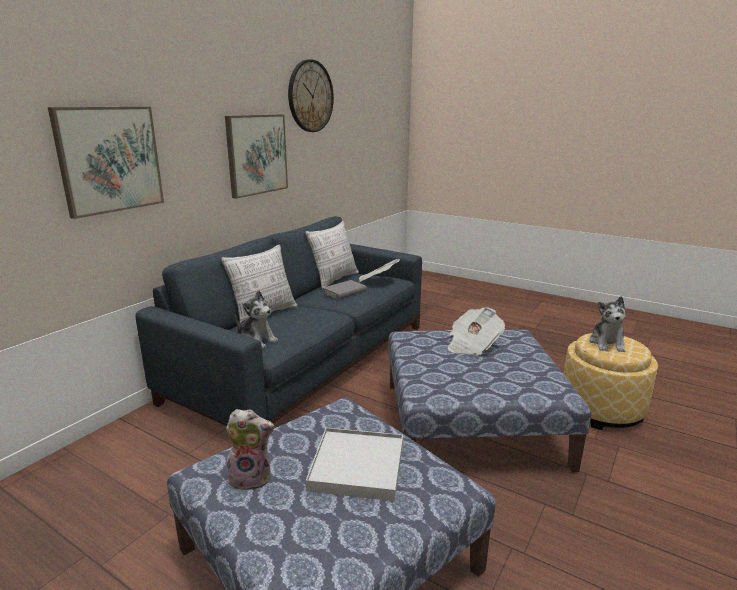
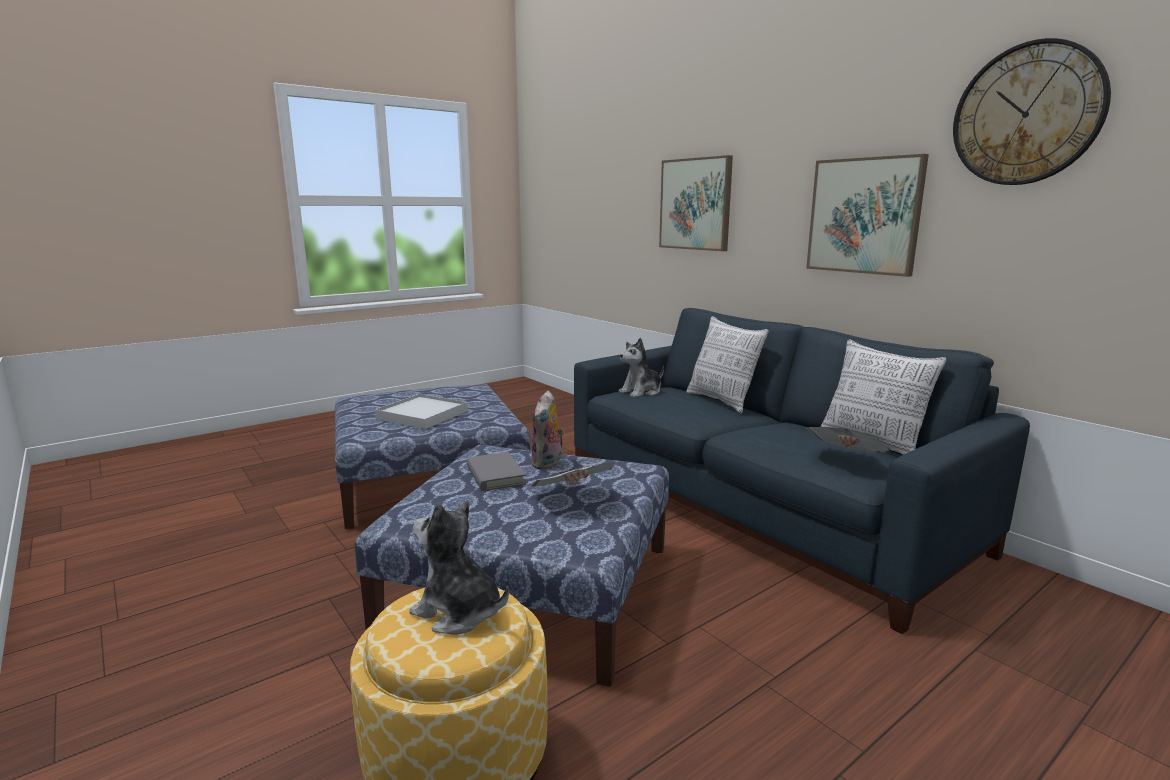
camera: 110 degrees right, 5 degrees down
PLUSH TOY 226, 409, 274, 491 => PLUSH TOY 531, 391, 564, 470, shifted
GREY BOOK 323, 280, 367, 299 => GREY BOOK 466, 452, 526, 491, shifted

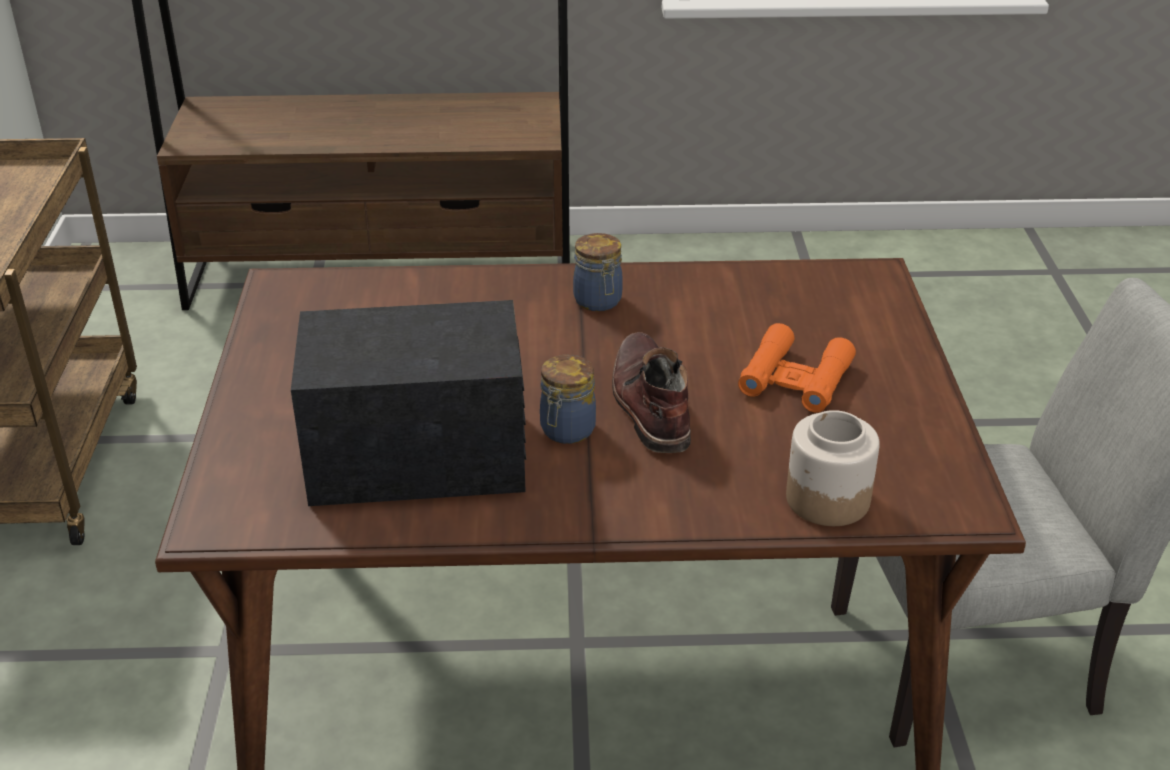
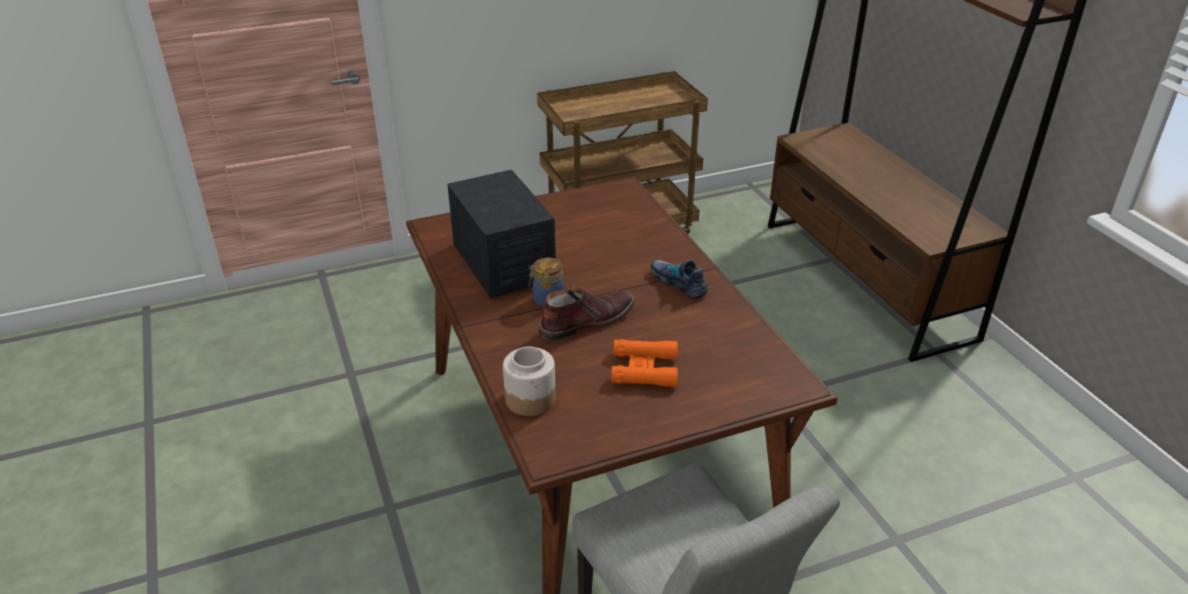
camera: 70 degrees right, 0 degrees up
JAR 573, 233, 623, 311 => SHOE 650, 260, 708, 299

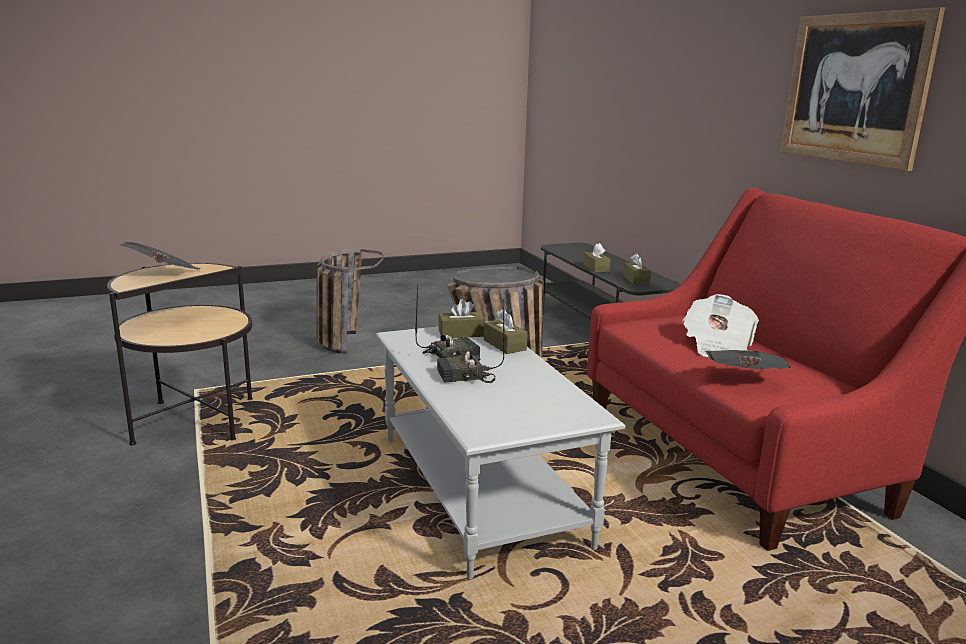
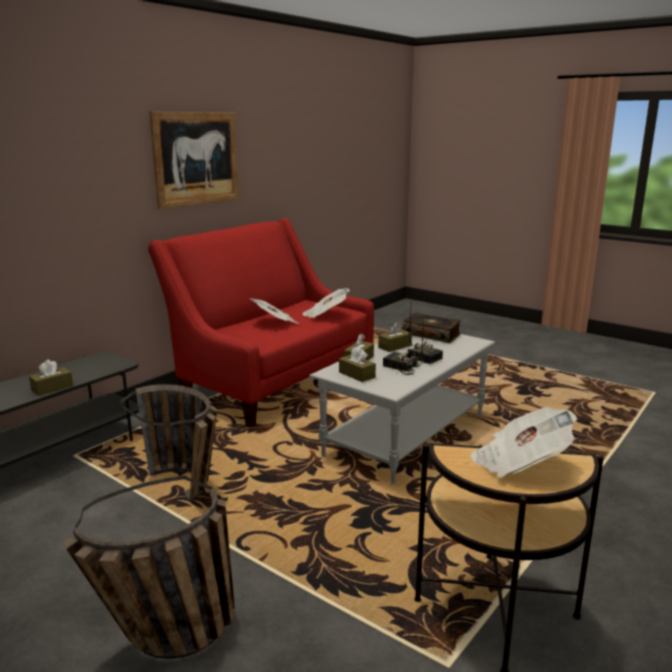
camera: 120 degrees left, 0 degrees up
BROWN TISSUE BOX 623, 253, 651, 284 => BROWN TISSUE BOX 378, 322, 412, 352, shifted
nothing => BOOK 402, 313, 461, 343

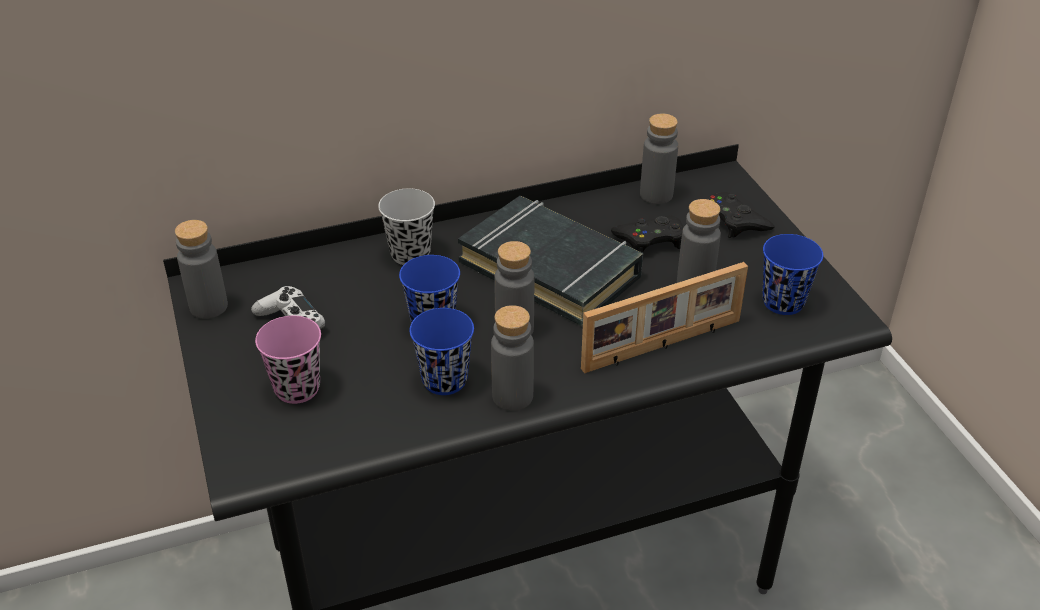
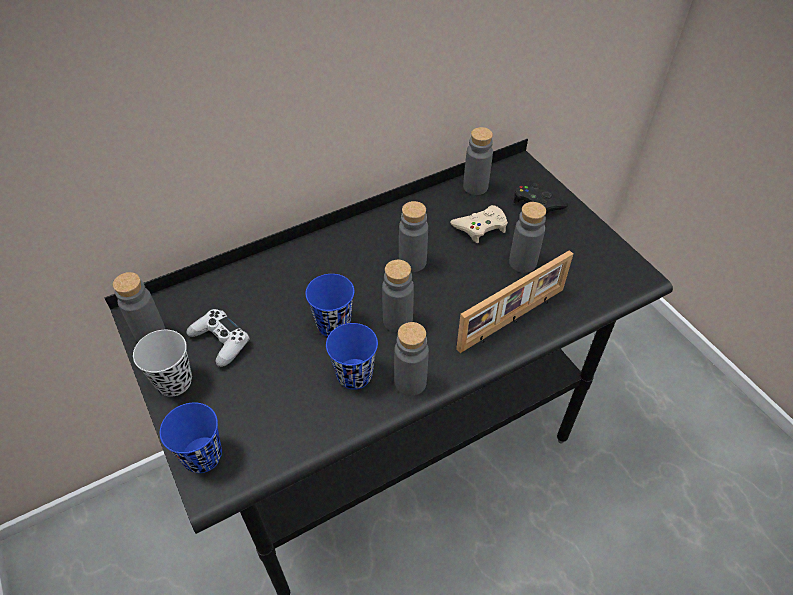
camera: 10 degrees left, 10 degrees up
PINK CUP 255, 316, 321, 404 => nothing
BLACK CUP 378, 188, 435, 265 => BLACK CUP 133, 330, 192, 397, shifted
BLACK BOOK 458, 196, 643, 327 => GREY BOTTLE 399, 201, 428, 272
BLACK GAME CONTROLLER 611, 216, 683, 253 => BEIGE GAME CONTROLLER 450, 205, 508, 243
BLUE CUP 762, 234, 823, 315 => BLUE CUP 160, 402, 222, 473, shifted

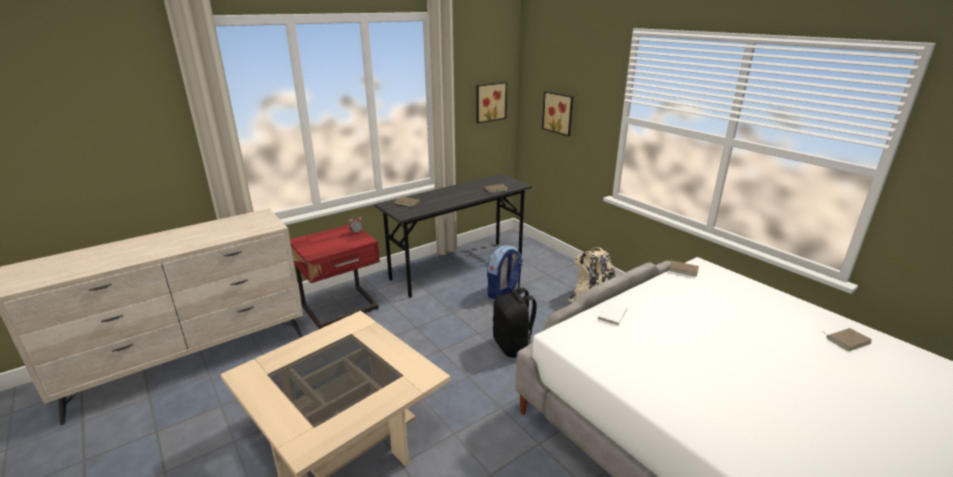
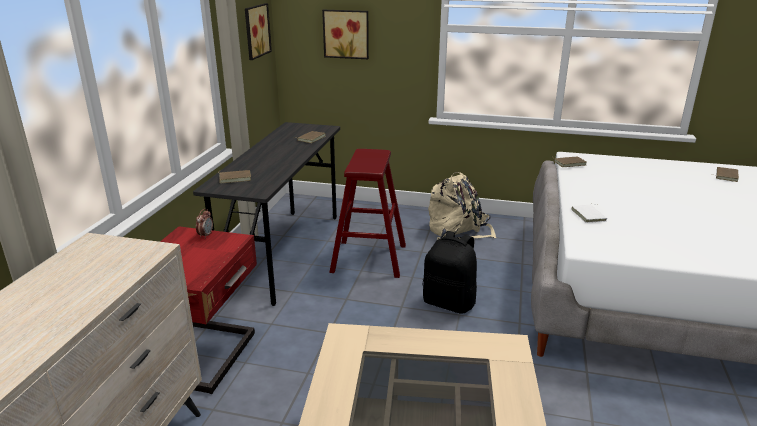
camera: 40 degrees left, 0 degrees up
BACKPACK 487, 245, 523, 299 => RED STOOL 329, 149, 406, 278

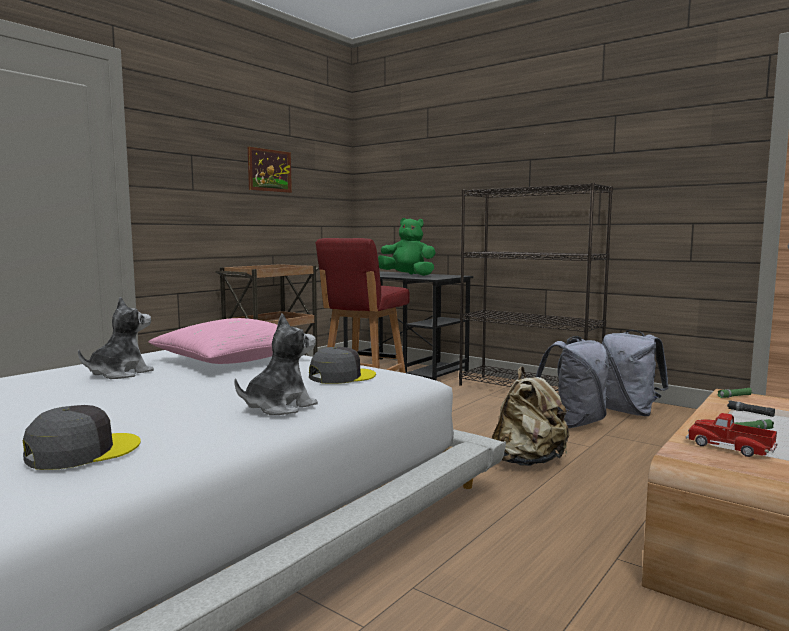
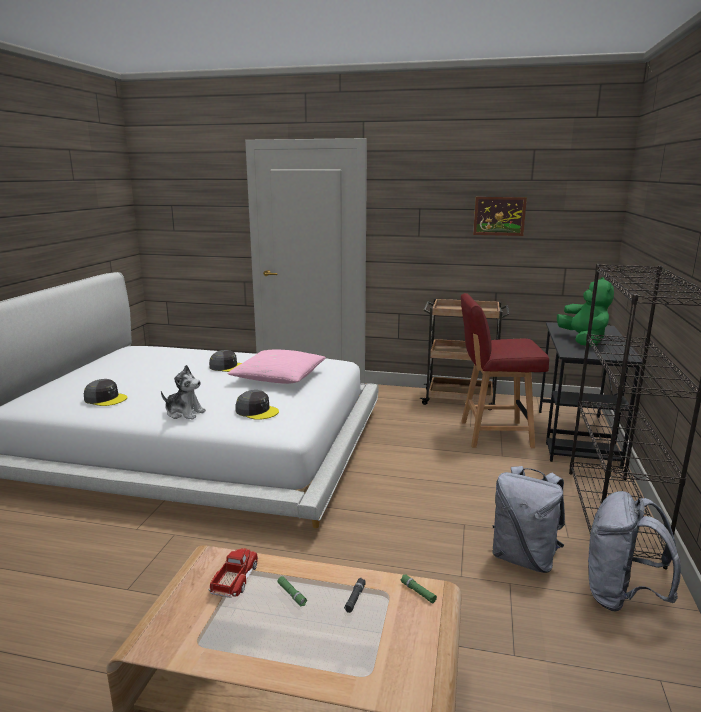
camera: 65 degrees right, 10 degrees up
PLUSH TOY 78, 297, 154, 379 => GREY CAP 209, 350, 242, 372
BEIGE BACKPACK 492, 367, 569, 466 => nothing

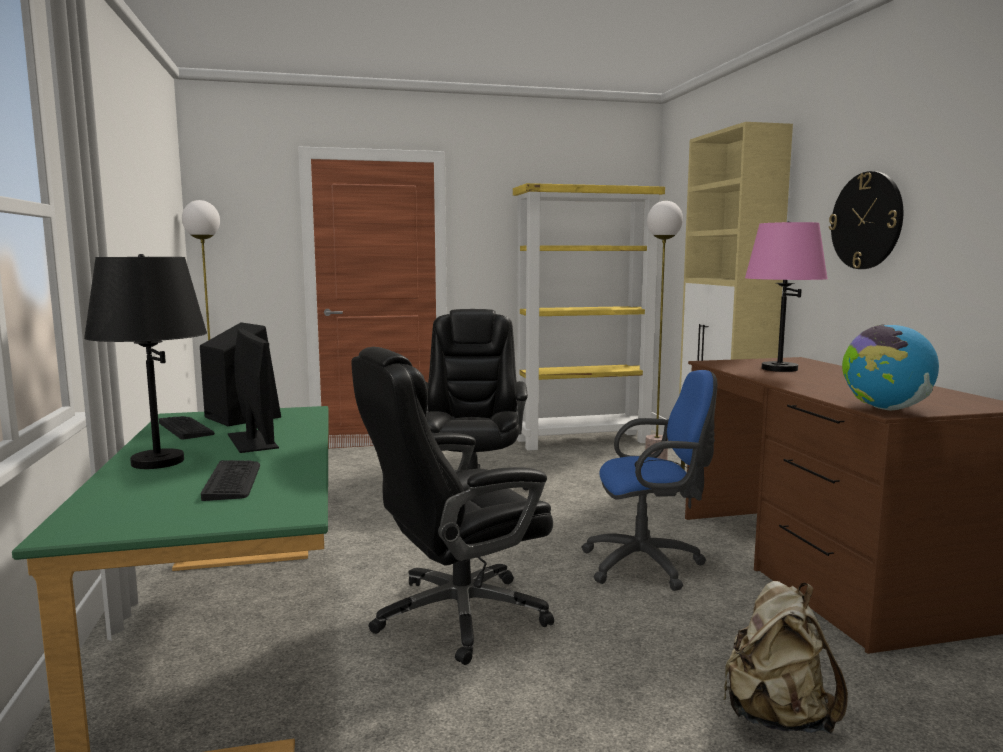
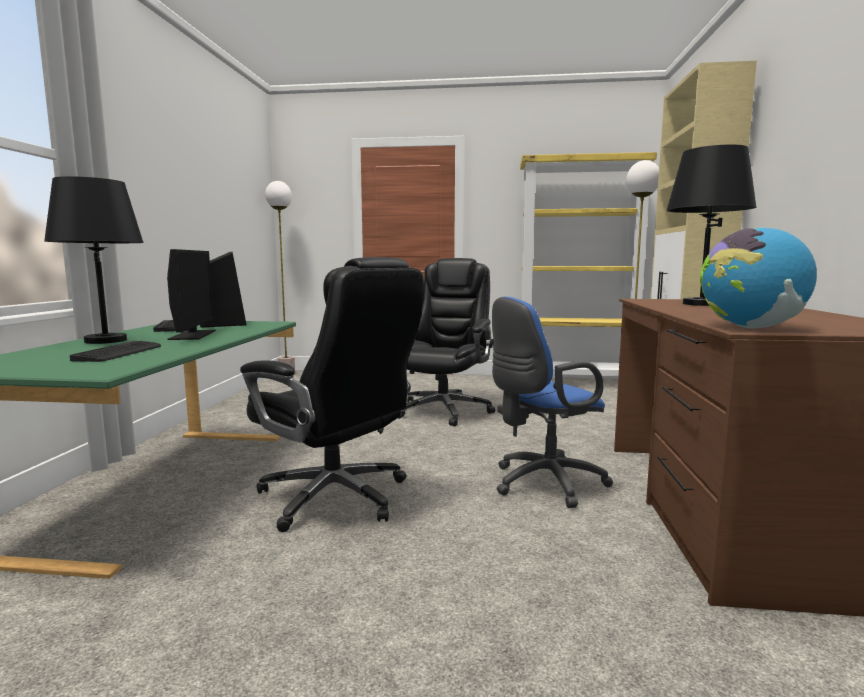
camera: 20 degrees right, 0 degrees up
BLACK OFFICE CHAIR 351, 347, 554, 665 => BLACK OFFICE CHAIR 240, 257, 424, 532, 135 degrees counterclockwise
BLUE OFFICE CHAIR 581, 370, 717, 591 => BLUE OFFICE CHAIR 492, 297, 613, 508, 135 degrees clockwise
BEIGE BACKPACK 723, 581, 848, 734 => nothing
PINK TABLE LAMP 745, 221, 828, 372 => BLACK TABLE LAMP 666, 144, 756, 306
WALL CLOCK 829, 171, 903, 269 => nothing

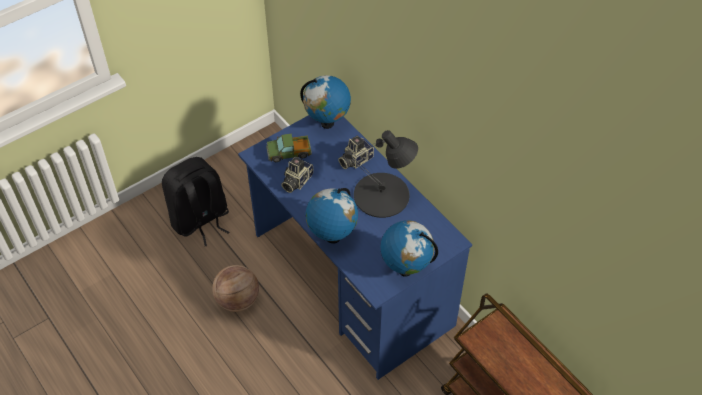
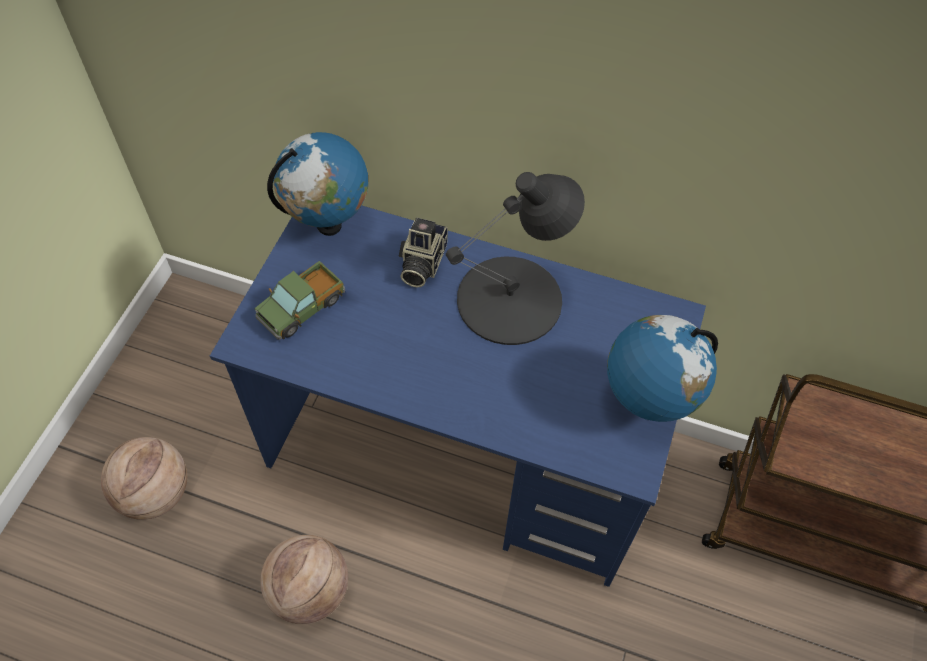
camera: 35 degrees left, 5 degrees up
BLACK BACKPACK 162, 157, 229, 246 => BASKETBALL 101, 437, 187, 520
PHOTO CAMERA 281, 156, 313, 193 => nothing
GLOBE 305, 188, 358, 244 => nothing

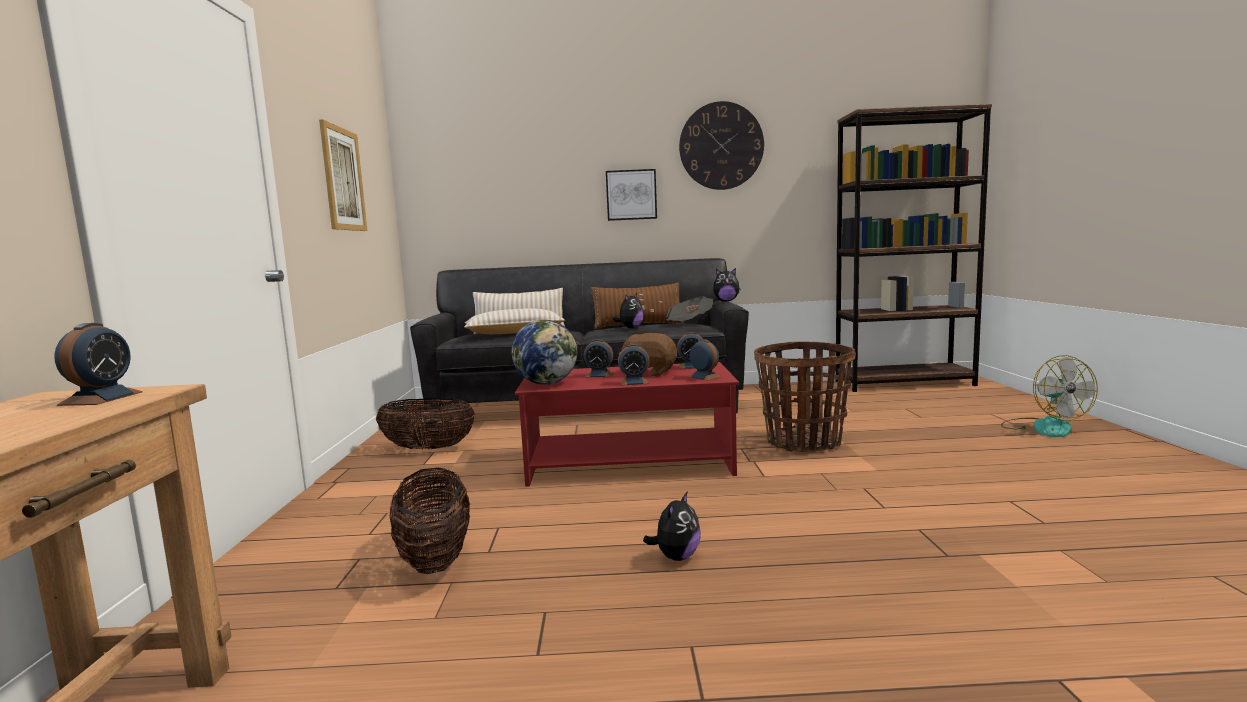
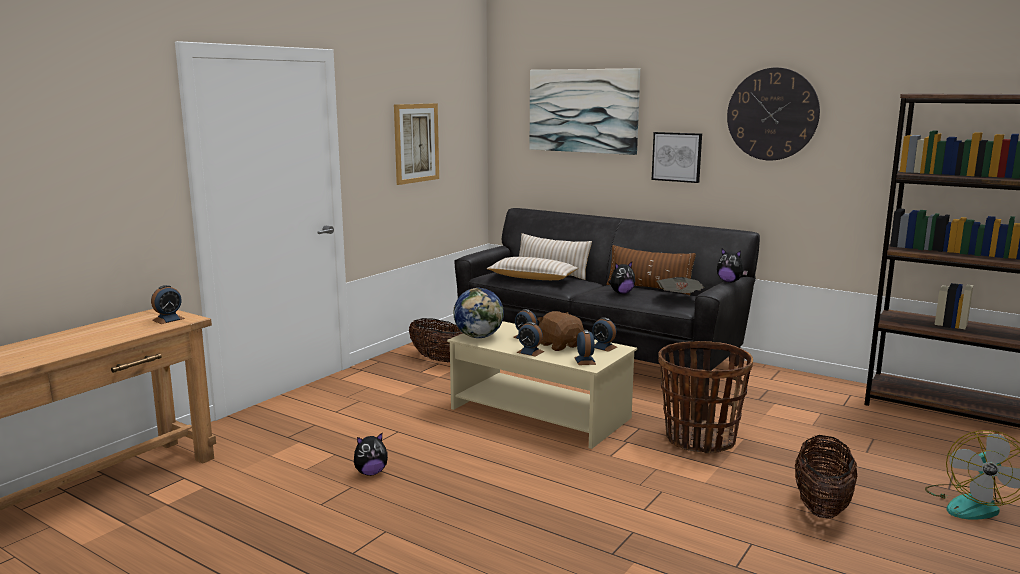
camera: 35 degrees right, 5 degrees up
BASKET 390, 468, 470, 574 => BASKET 795, 435, 858, 519, shifted
RED COFFEE TABLE 515, 362, 739, 487 => BEIGE COFFEE TABLE 447, 321, 637, 449
PLUSH TOY 643, 492, 701, 561 => PLUSH TOY 354, 433, 388, 476, shifted
nothing => PICTURE 530, 68, 640, 155

